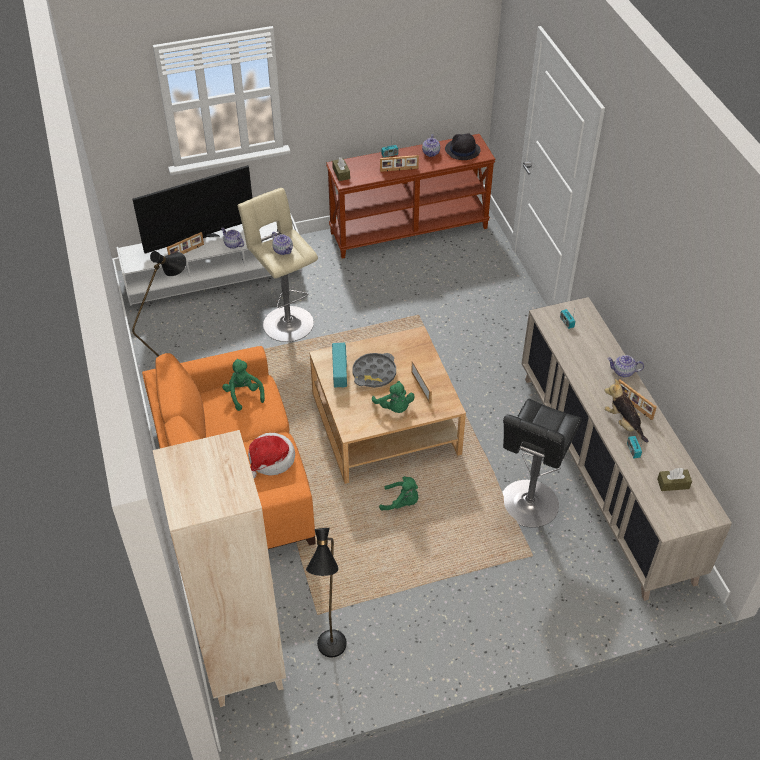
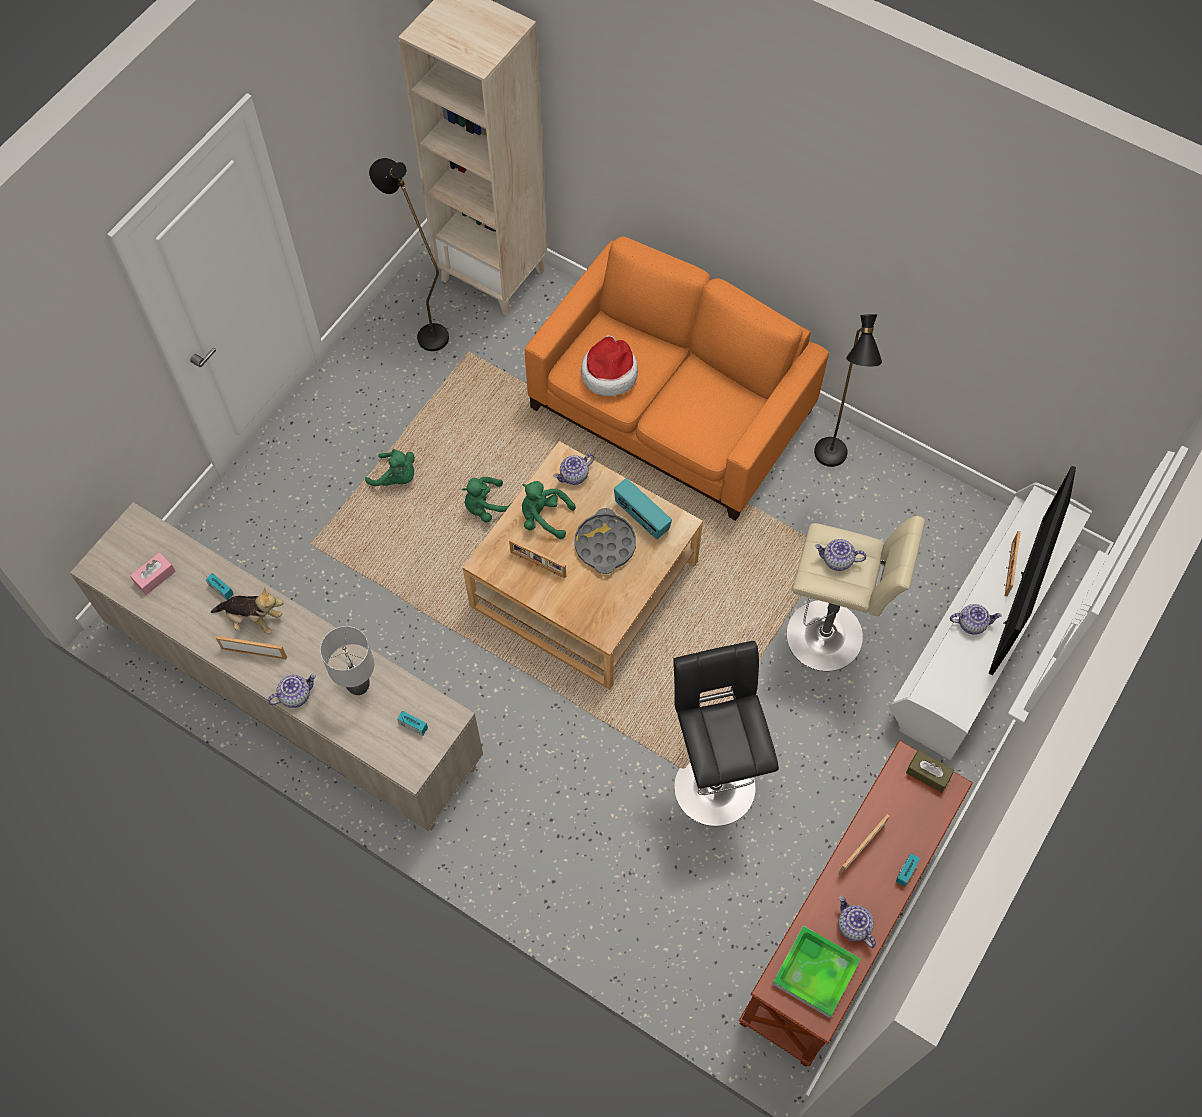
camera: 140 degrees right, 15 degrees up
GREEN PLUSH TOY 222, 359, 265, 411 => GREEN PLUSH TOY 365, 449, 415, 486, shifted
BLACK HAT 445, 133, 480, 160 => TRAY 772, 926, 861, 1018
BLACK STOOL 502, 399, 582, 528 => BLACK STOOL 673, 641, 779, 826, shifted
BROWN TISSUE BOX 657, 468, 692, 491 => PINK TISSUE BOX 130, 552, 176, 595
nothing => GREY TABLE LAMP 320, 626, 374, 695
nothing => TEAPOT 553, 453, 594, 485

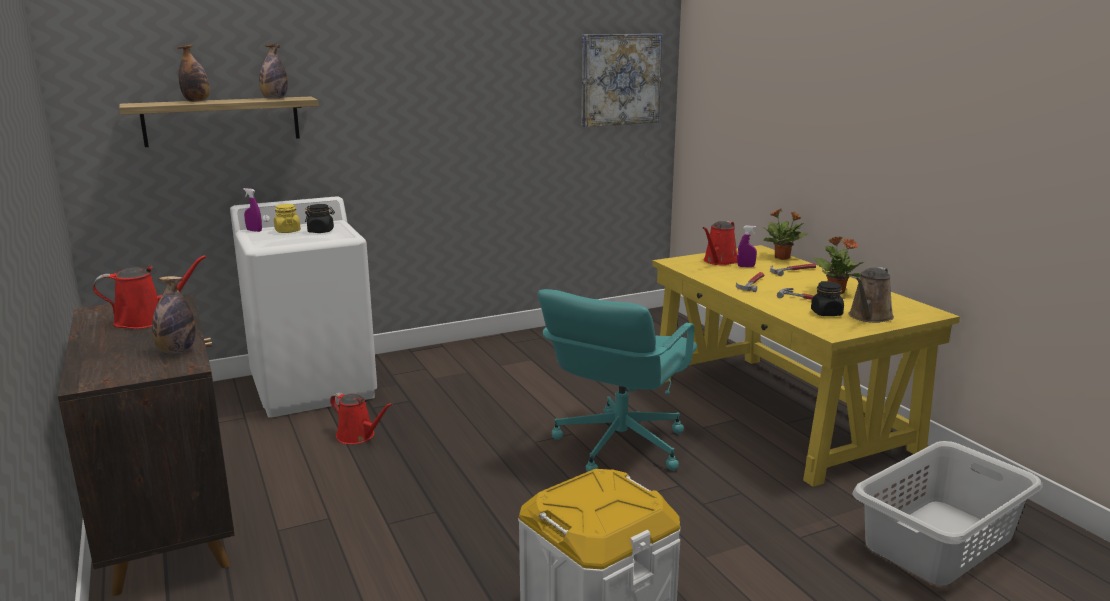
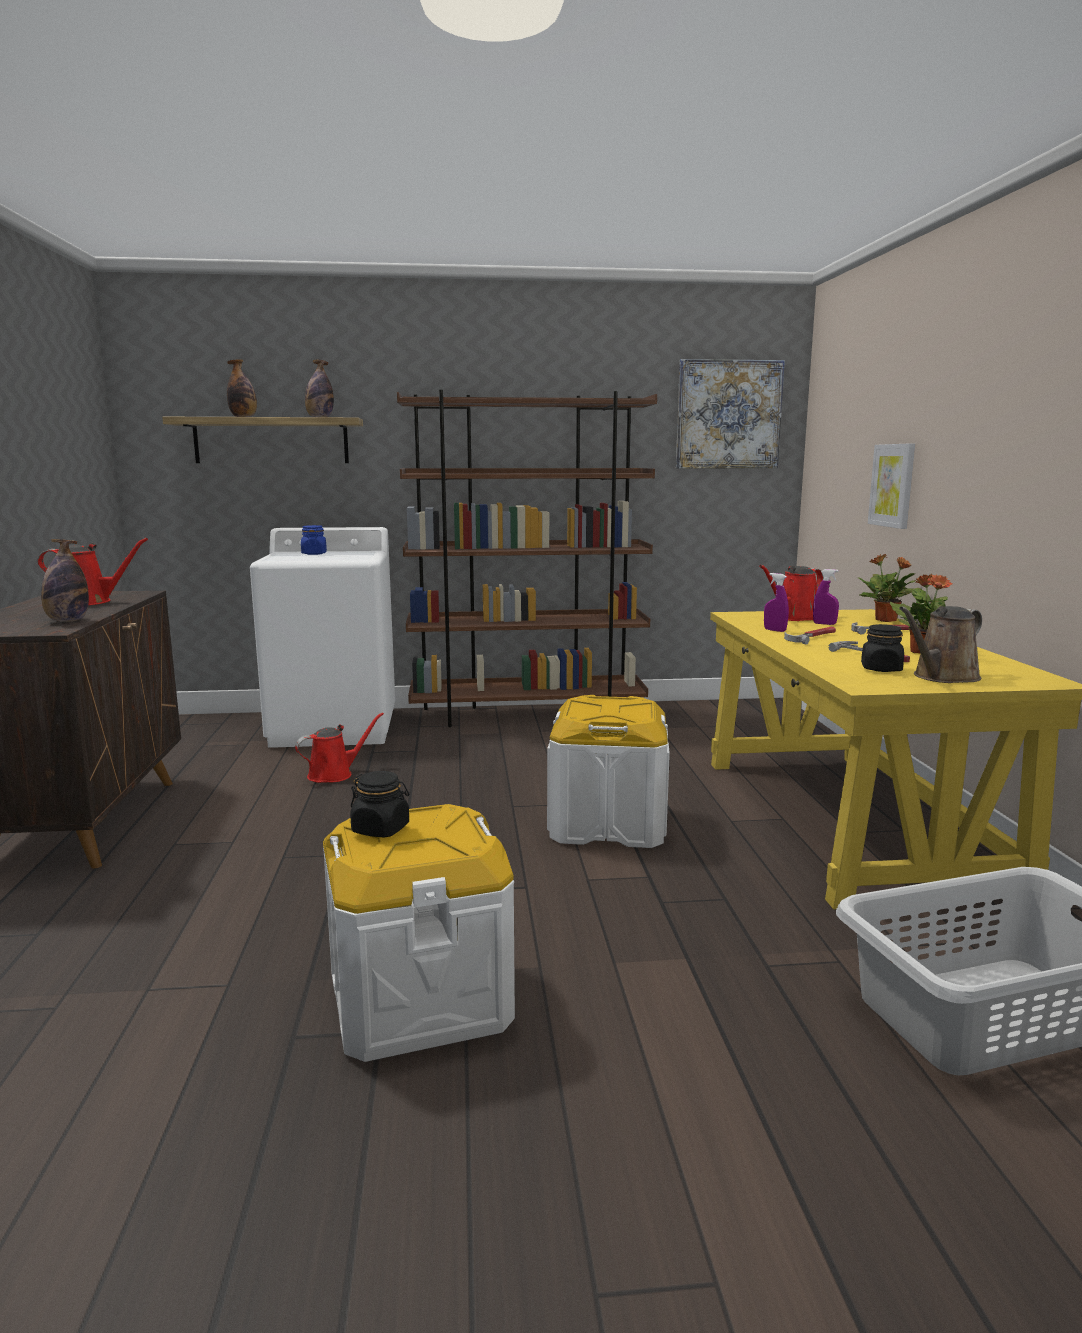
camera: 20 degrees right, 5 degrees down
PURPLE SPRAY BOTTLE 243, 188, 262, 232 => PURPLE SPRAY BOTTLE 764, 573, 789, 632, shifted
YELLOW JAR 274, 204, 301, 233 => BLUE JAR 301, 525, 327, 555
BLACK JAR 305, 204, 335, 233 => BLACK JAR 350, 771, 409, 838, shifted
RED WATERING CAN 330, 393, 393, 444 => RED WATERING CAN 295, 712, 384, 783, 90 degrees counterclockwise
TURQUOISE OFFICE CHAIR 538, 289, 697, 472 => WHITE STORAGE BOX 547, 695, 670, 848
nothing => BROWN BOOKCASE 397, 390, 657, 727
nothing => PICTURE 868, 443, 915, 529

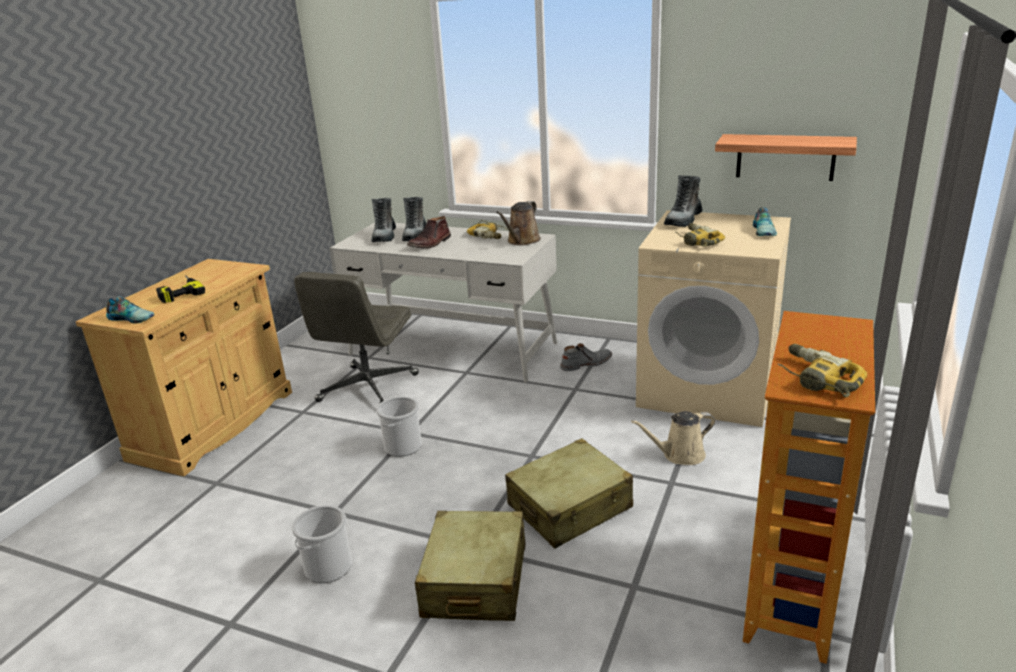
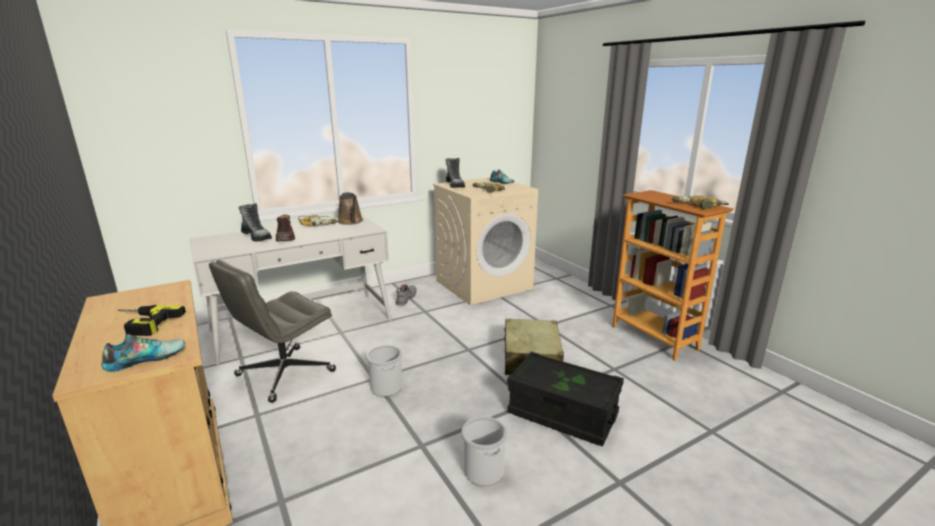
camera: 55 degrees left, 5 degrees down
GREY OFFICE CHAIR 294, 272, 419, 404 => GREY OFFICE CHAIR 209, 260, 336, 403, 75 degrees clockwise
BOOT 372, 198, 396, 242 => nothing
BEIGE SUITCASE 415, 511, 526, 621 => BLACK STORAGE BOX 507, 352, 624, 446
BEIGE WATERING CAN 631, 411, 715, 465 => nothing
SHELF 715, 134, 857, 181 => nothing

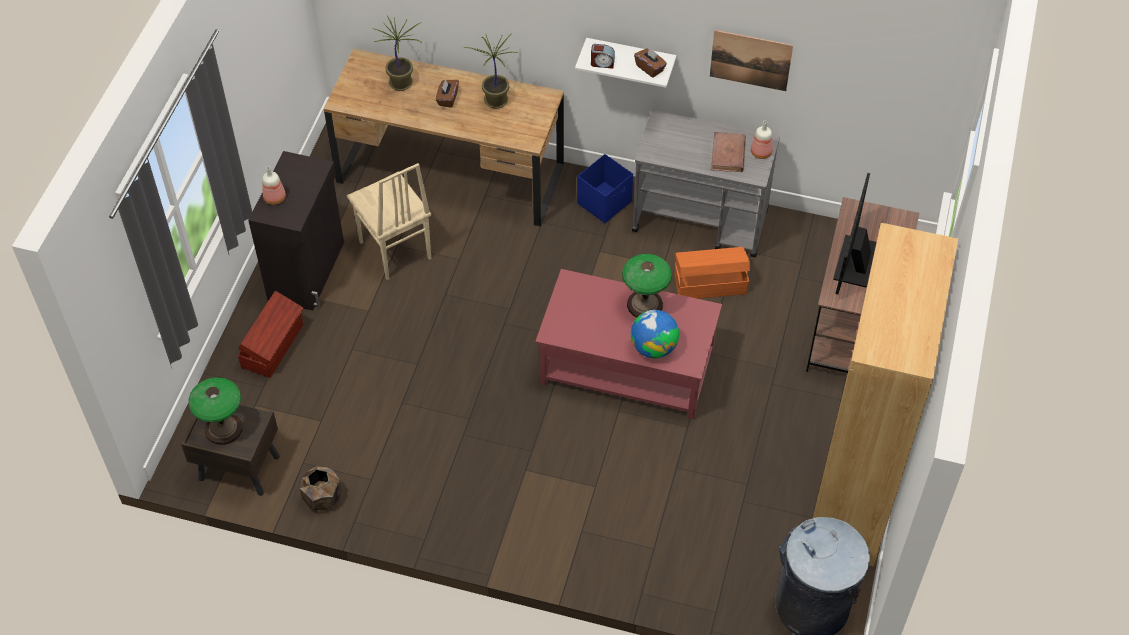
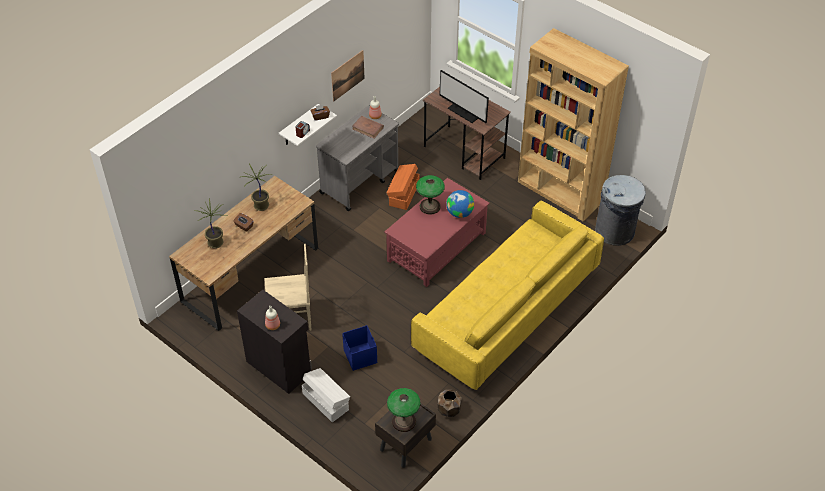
camera: 65 degrees left, 5 degrees down
BROWN STORAGE BOX 238, 291, 303, 378 => WHITE STORAGE BOX 302, 368, 350, 422
BLUE STORAGE BOX 577, 154, 633, 223 => BLUE STORAGE BOX 342, 325, 377, 371, shifted
nothing => YELLOW SOFA 411, 200, 604, 390

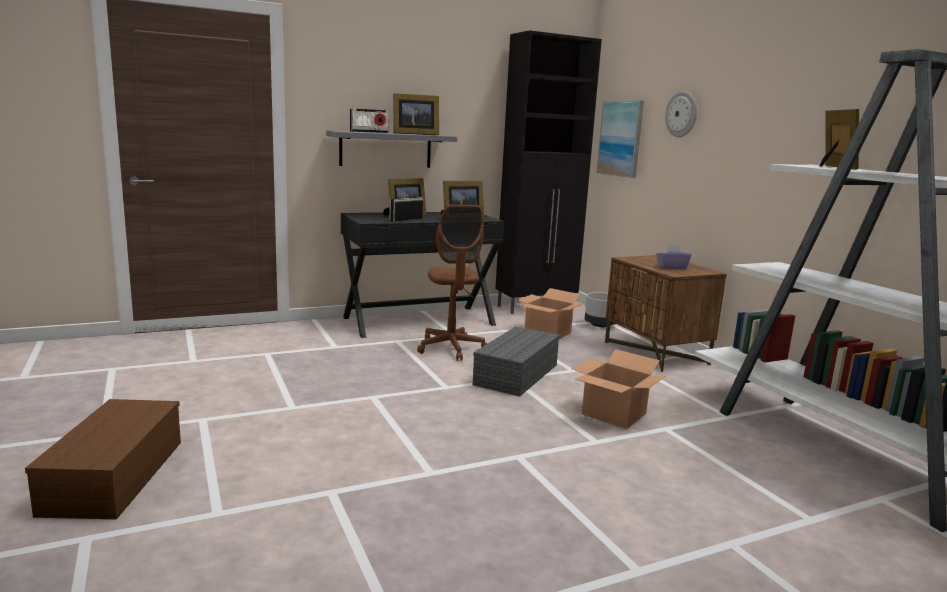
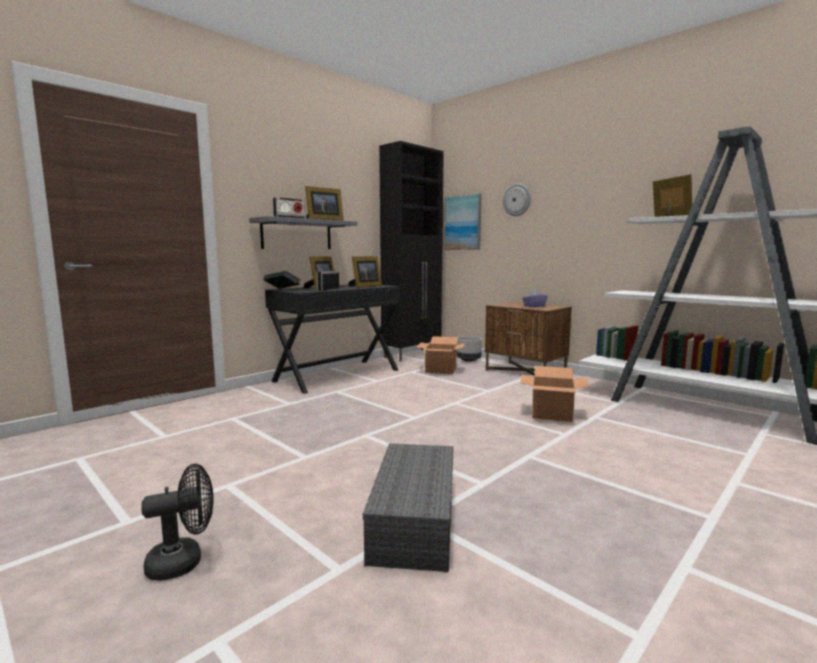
camera: 20 degrees left, 5 degrees down
BROWN STORAGE BOX 25, 399, 181, 519 => BLACK FAN 141, 464, 214, 581
BROWN OFFICE CHAIR 417, 205, 487, 361 => nothing
GREY STORAGE BOX 473, 327, 560, 397 => GREY STORAGE BOX 363, 443, 453, 572, shifted
nothing => BOOK 263, 271, 301, 289

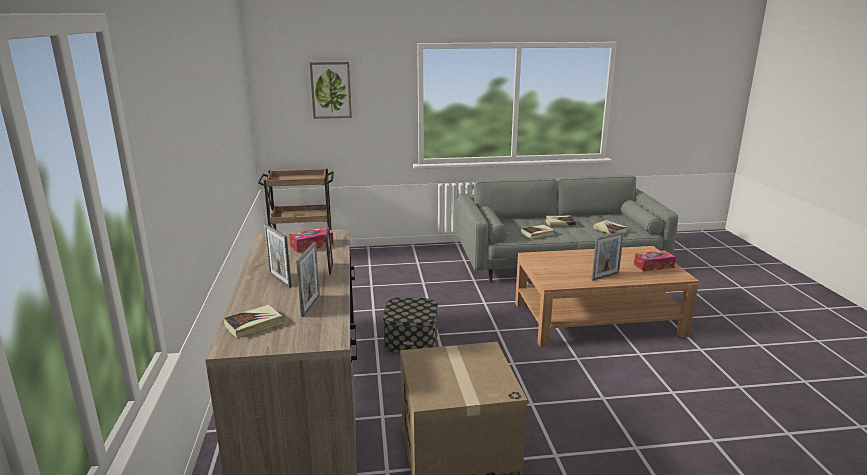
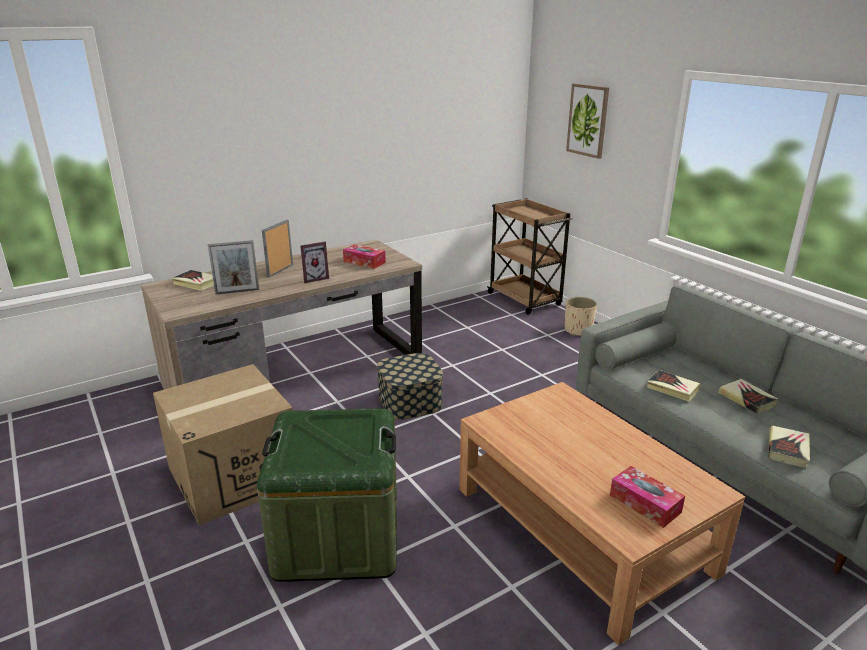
camera: 65 degrees right, 5 degrees up
PICTURE FRAME 592, 232, 624, 280 => nothing
nothing => GREEN STORAGE BOX 257, 408, 397, 582
nothing => BEIGE PLANTER 565, 297, 597, 336

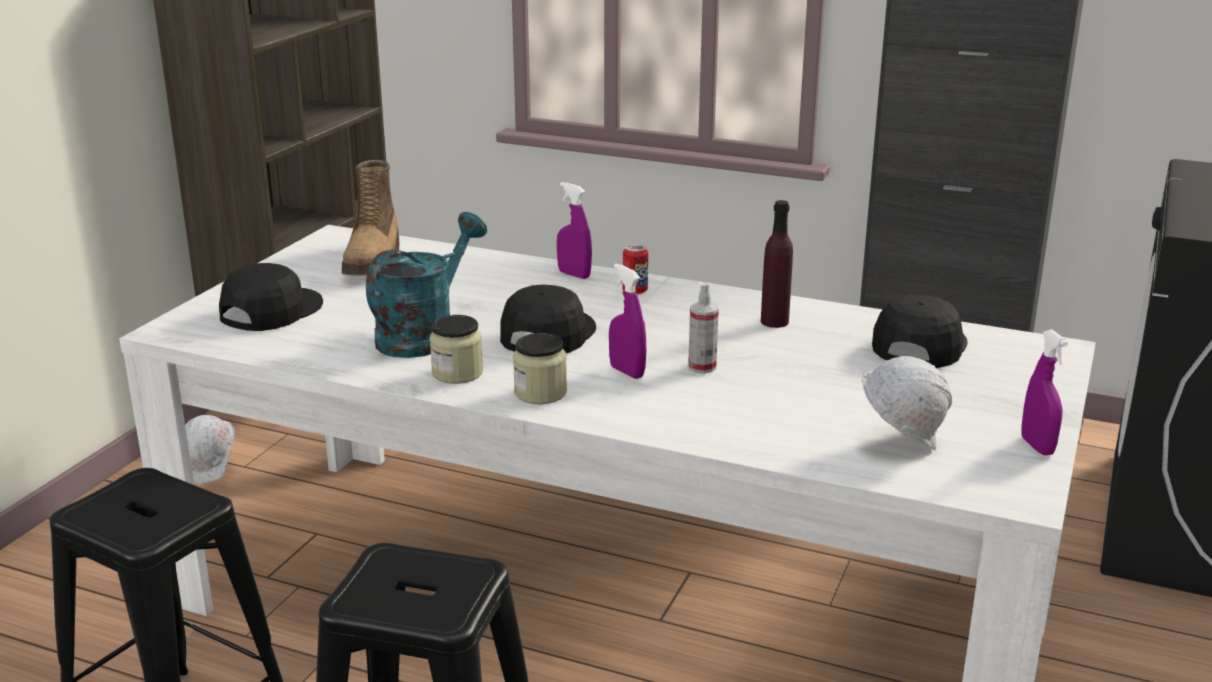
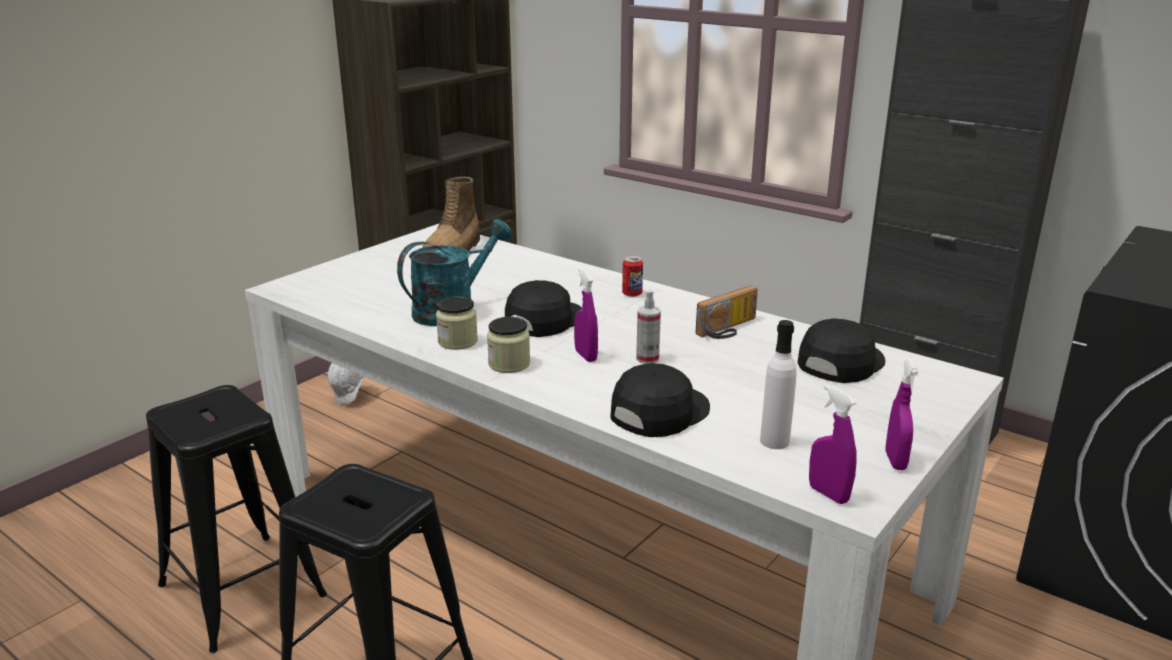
camera: 15 degrees right, 0 degrees up
BLACK CAP 219, 263, 323, 331 => BLACK CAP 610, 363, 710, 437, shifted
PURPLE SPRAY BOTTLE 557, 182, 592, 279 => PURPLE SPRAY BOTTLE 809, 384, 857, 504, shifted
PURPLE BOTTLE 761, 200, 793, 328 => RADIO 696, 286, 758, 339
WHITE HARD HAT 862, 356, 952, 451 => WHITE BOTTLE 760, 320, 797, 449

